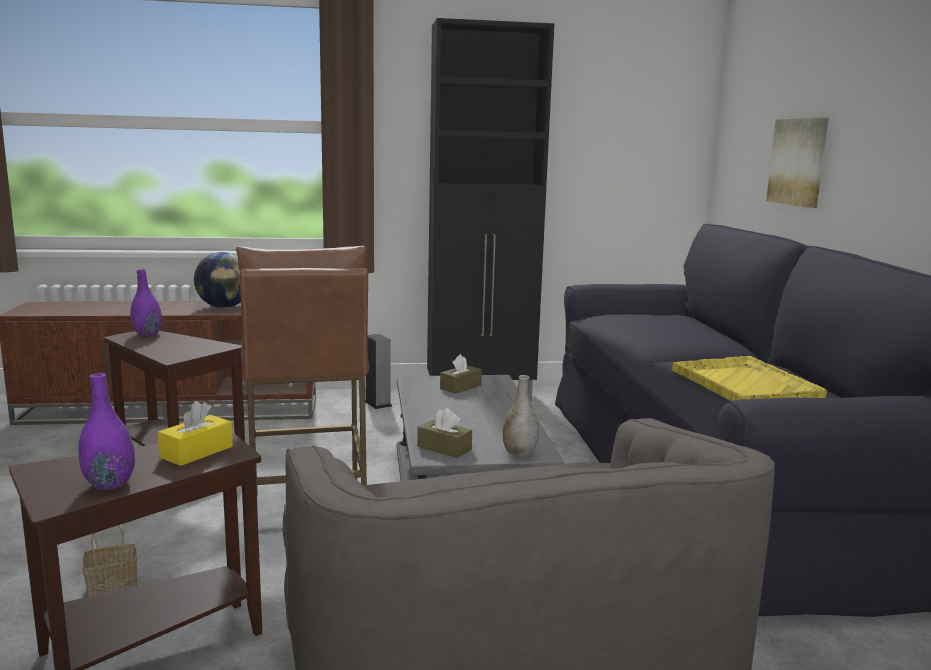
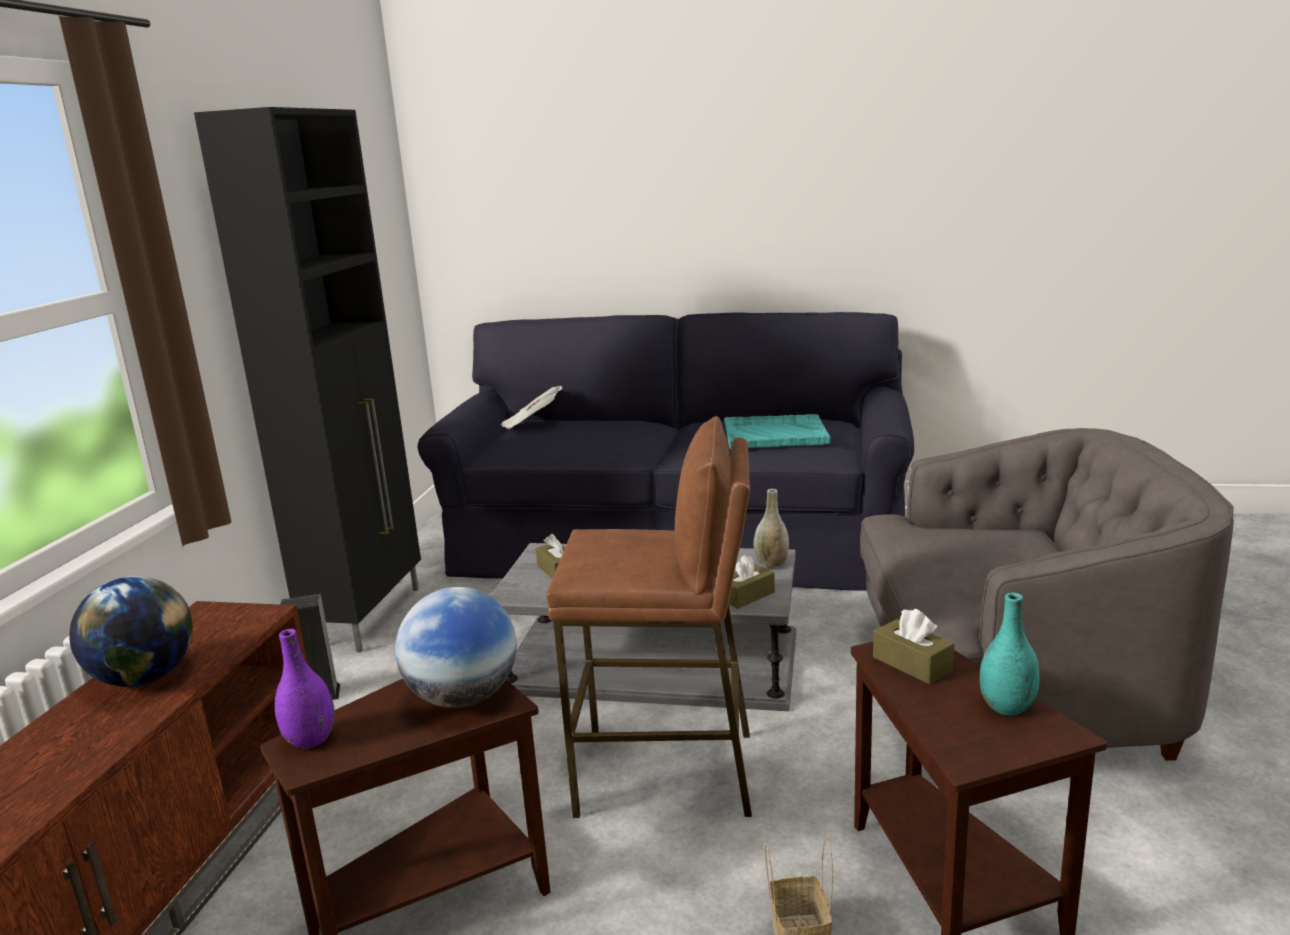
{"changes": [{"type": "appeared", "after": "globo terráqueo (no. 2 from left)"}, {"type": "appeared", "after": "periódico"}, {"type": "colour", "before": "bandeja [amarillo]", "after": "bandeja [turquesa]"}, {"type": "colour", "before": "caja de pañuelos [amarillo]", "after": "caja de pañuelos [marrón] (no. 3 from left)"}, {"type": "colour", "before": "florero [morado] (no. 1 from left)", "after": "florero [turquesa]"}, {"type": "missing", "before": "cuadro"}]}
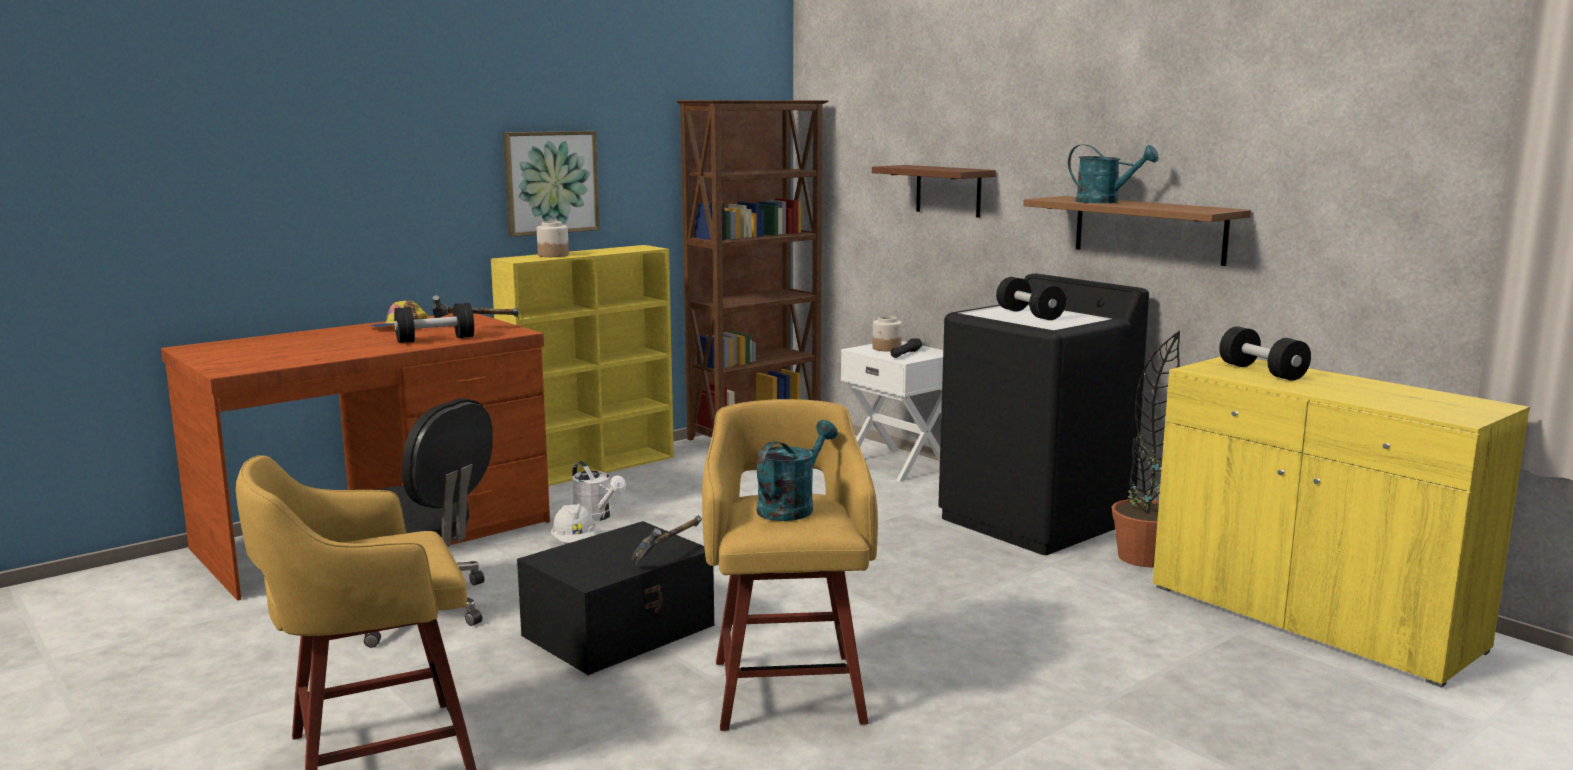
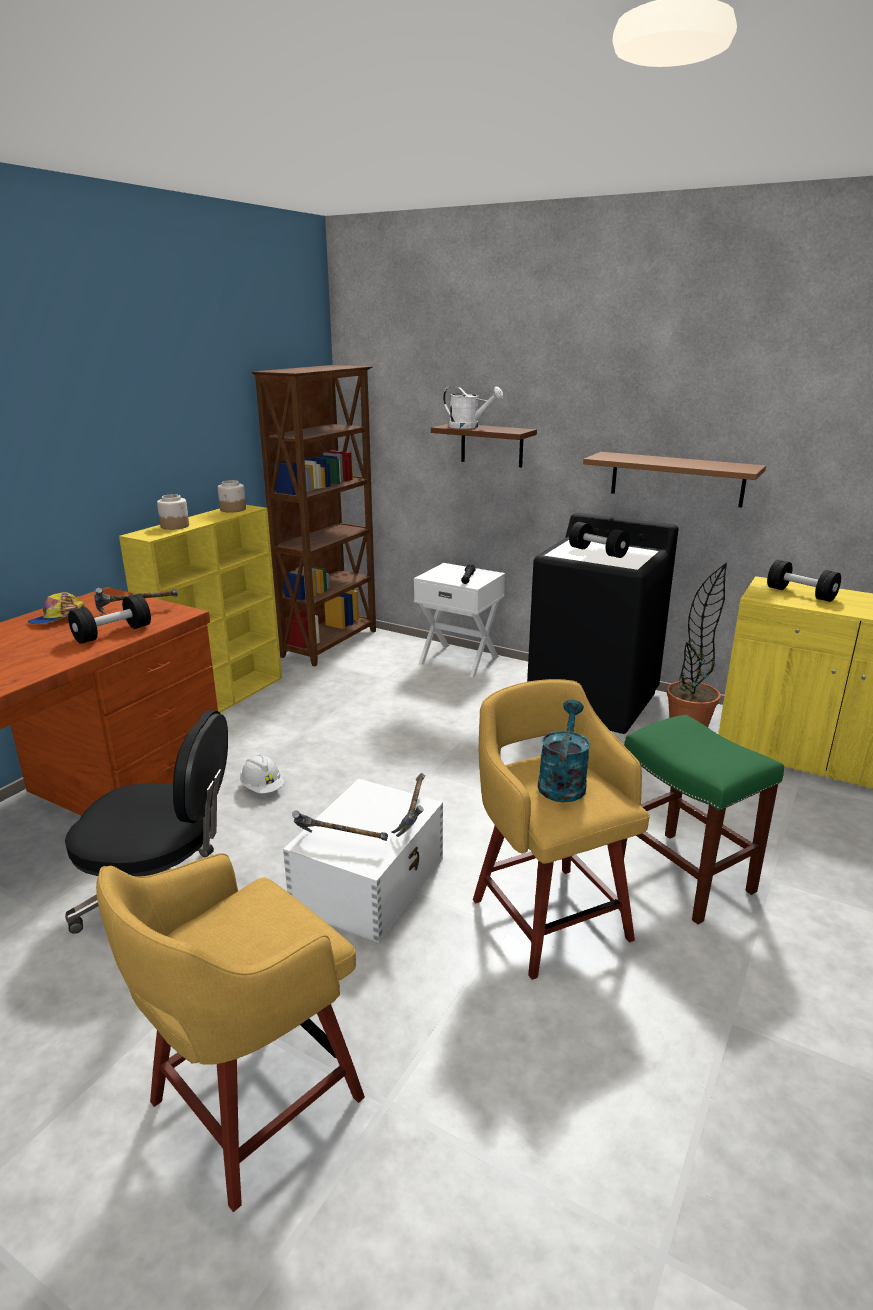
{"changes": [{"type": "relocated", "before": "tarro (no. 2 from left)"}, {"type": "colour", "before": "caja de almacenaje [negro]", "after": "caja de almacenaje [blanco]"}, {"type": "appeared", "after": "martillo (no. 2 from left)"}, {"type": "relocated", "before": "regadera [blanco]"}, {"type": "appeared", "after": "taburete [verde]"}, {"type": "missing", "before": "cuadro"}, {"type": "missing", "before": "regadera [turquesa] (no. 2 from left)"}]}
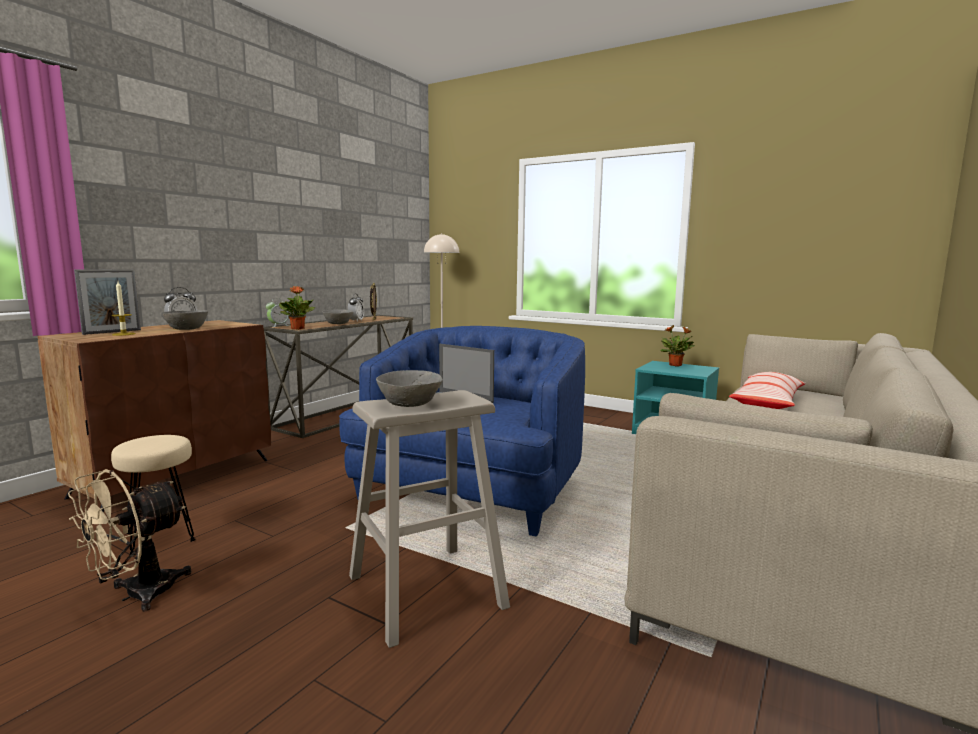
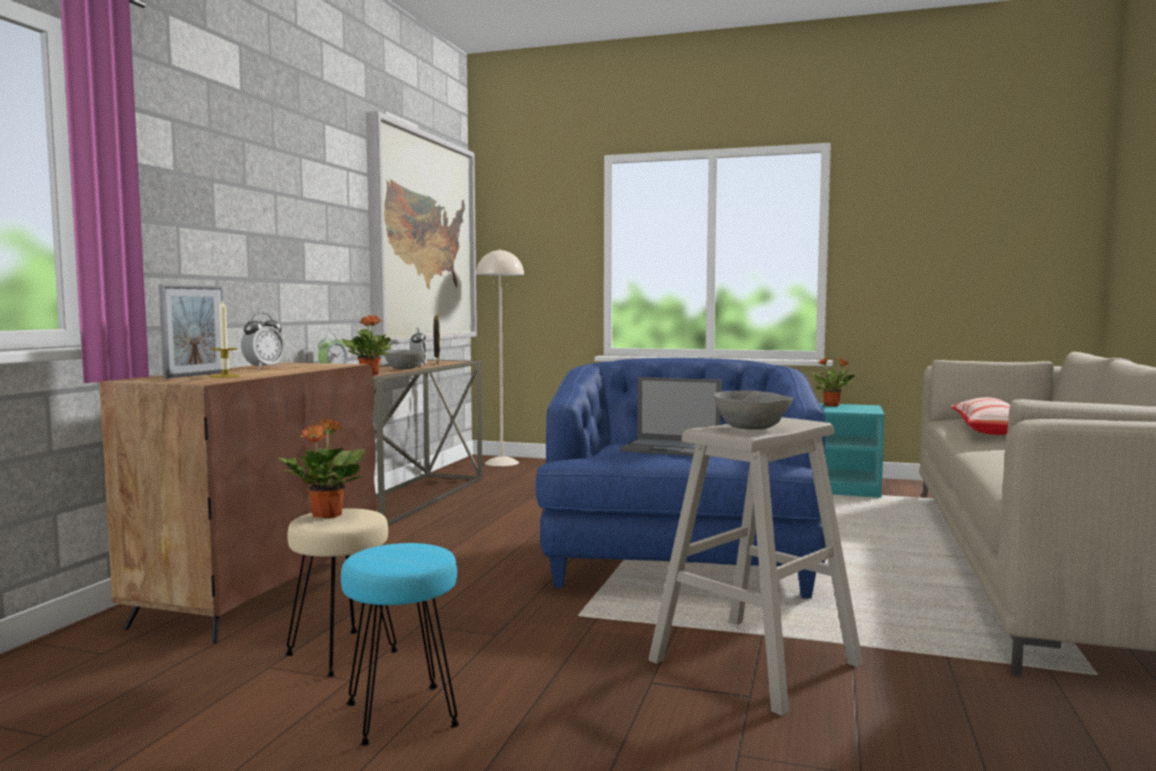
{"changes": [{"type": "appeared", "after": "planta en maceta (no. 1 from left)"}, {"type": "exchanged", "before": "ventilador [beis]", "after": "taburete [turquesa]"}, {"type": "appeared", "after": "cuadro"}, {"type": "missing", "before": "cuenco [gris] (no. 1 from left)"}]}
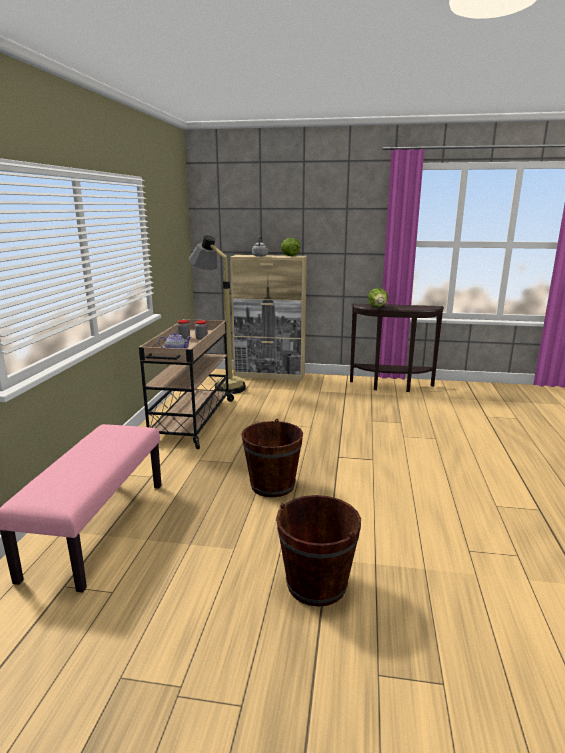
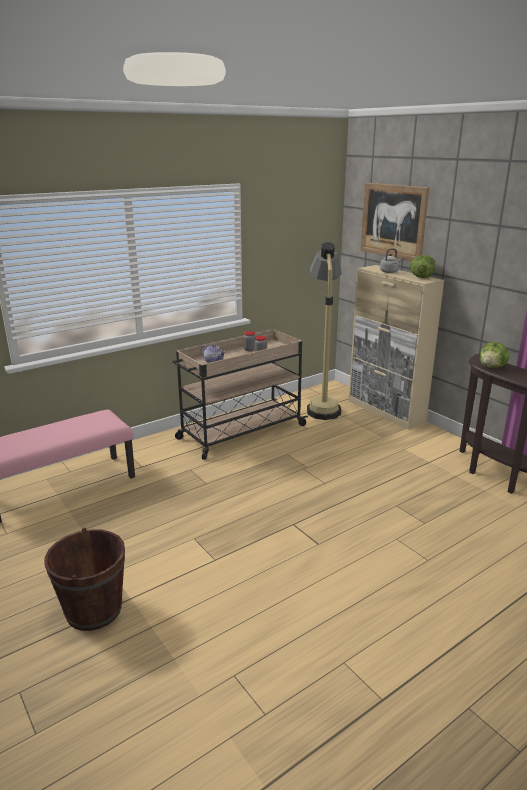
{"changes": [{"type": "appeared", "after": "cuadro"}, {"type": "missing", "before": "cubo [marrón] (no. 1 from left)"}]}
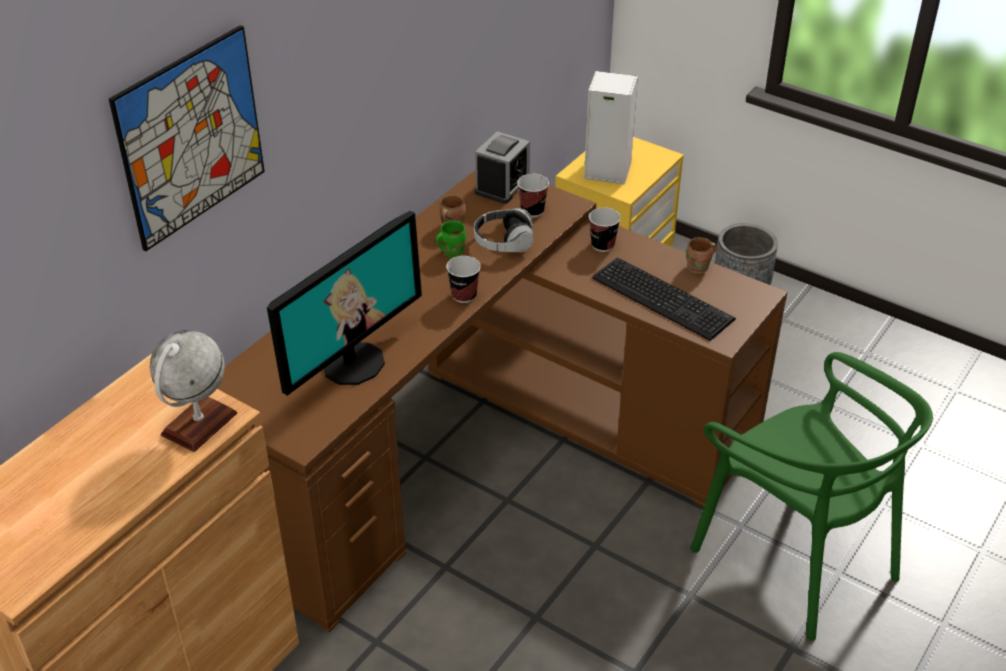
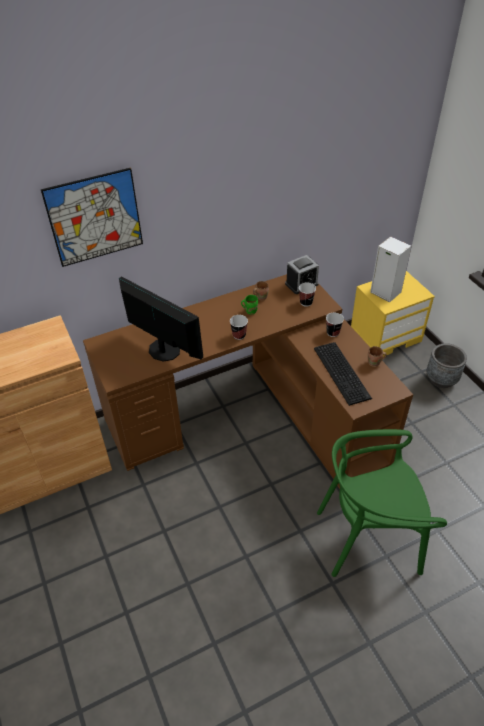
{"changes": [{"type": "spun", "before": "monitor", "turn": -120}, {"type": "spun", "before": "silla [verde]", "turn": 90}, {"type": "missing", "before": "globo terráqueo"}, {"type": "missing", "before": "auriculares"}]}
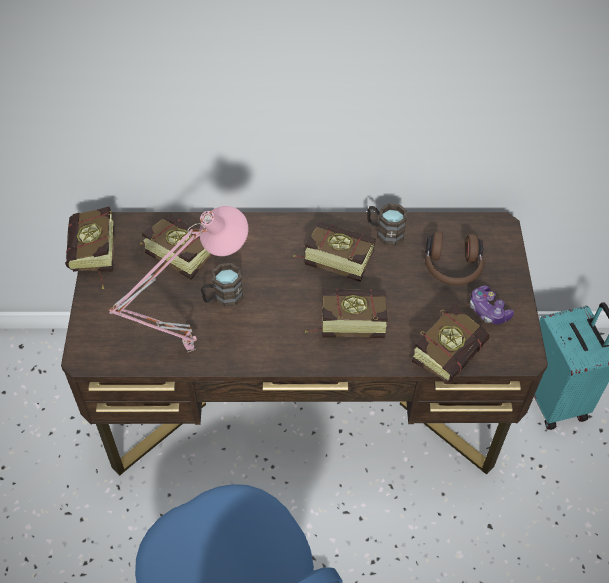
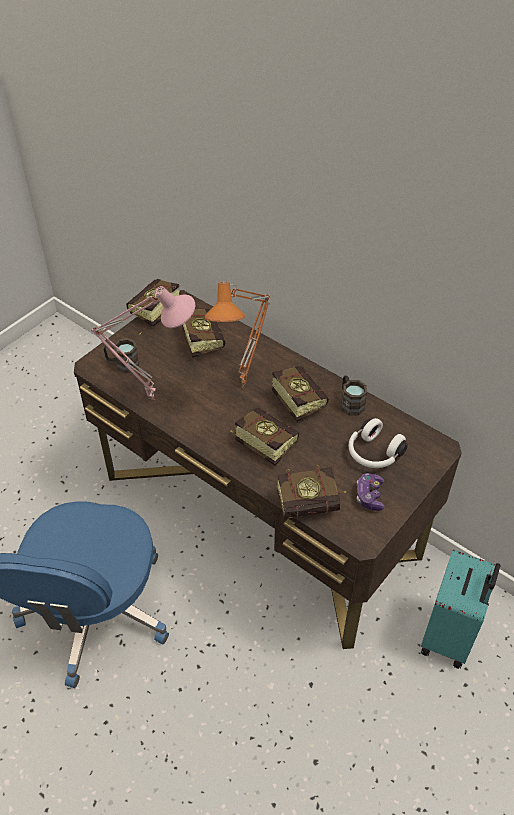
{"changes": [{"type": "relocated", "before": "taza grande [marrón] (no. 1 from left)"}, {"type": "appeared", "after": "lámpara de mesa [naranja]"}, {"type": "colour", "before": "auriculares [marrón]", "after": "auriculares [blanco]"}]}
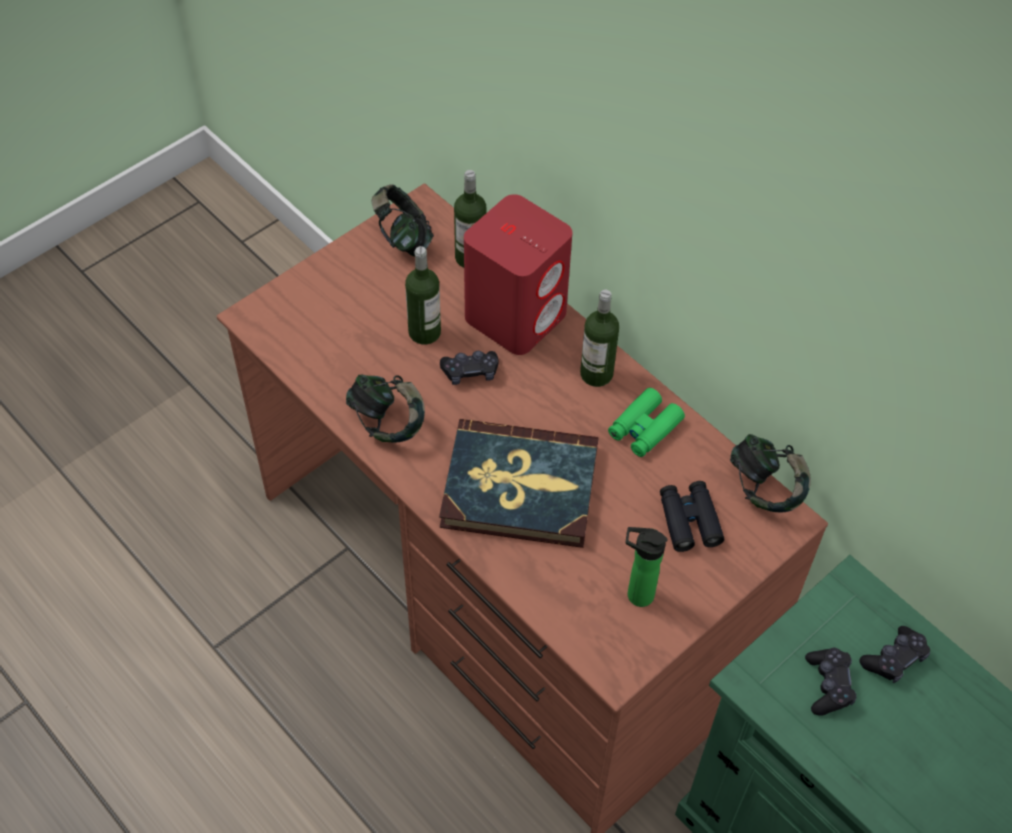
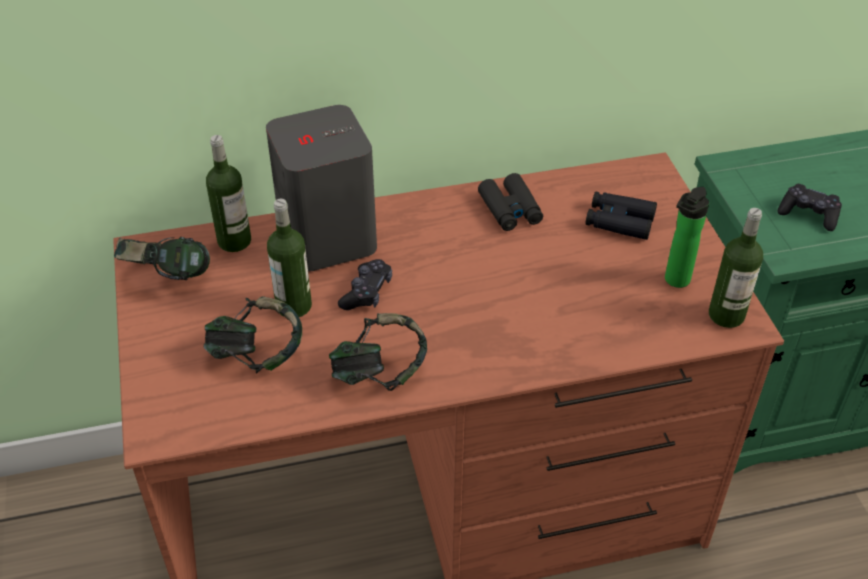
{"changes": [{"type": "relocated", "before": "auriculares (no. 3 from left in the first image)", "after": "auriculares (no. 2 from left)"}, {"type": "colour", "before": "altavoz [rojo]", "after": "altavoz [gris]"}, {"type": "colour", "before": "prismáticos [verde]", "after": "prismáticos [negro] (no. 1 from left)"}, {"type": "relocated", "before": "botella (no. 3 from left in the first image)", "after": "botella (no. 4 from left)"}, {"type": "missing", "before": "libro"}, {"type": "missing", "before": "mando de consola [negro] (no. 3 from left)"}]}
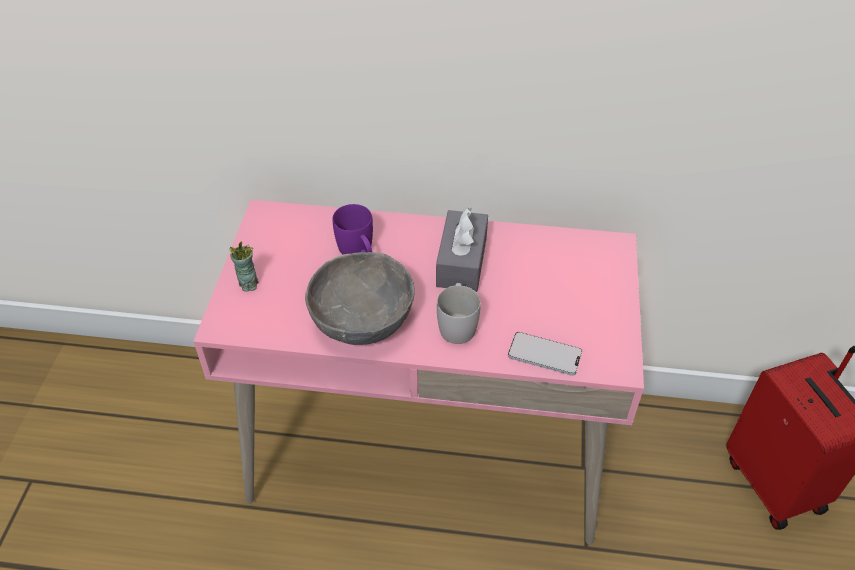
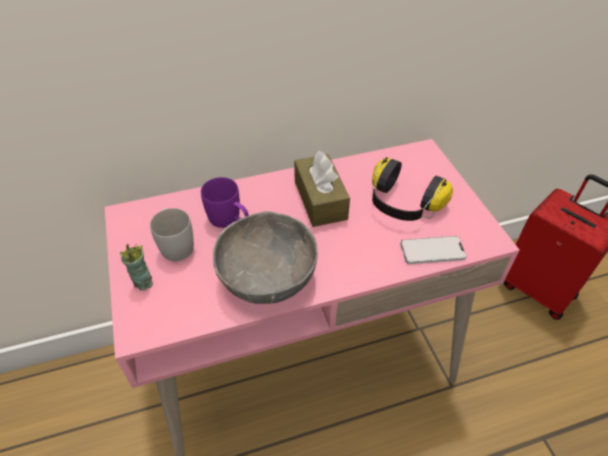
{"changes": [{"type": "relocated", "before": "taza grande [blanco]"}, {"type": "colour", "before": "caja de pañuelos [gris]", "after": "caja de pañuelos [marrón]"}, {"type": "appeared", "after": "auriculares"}]}
